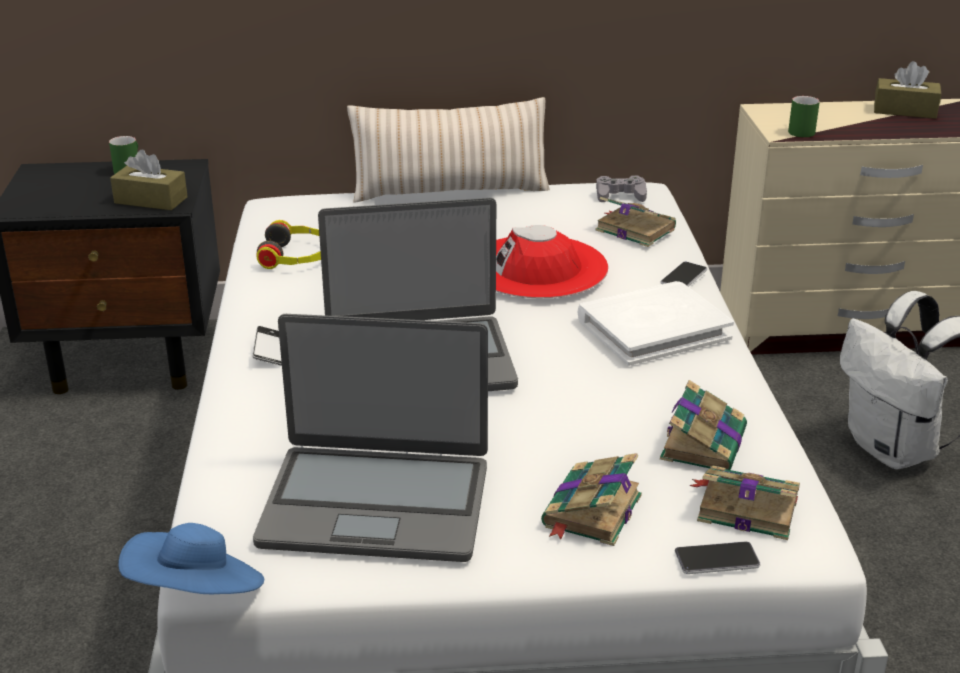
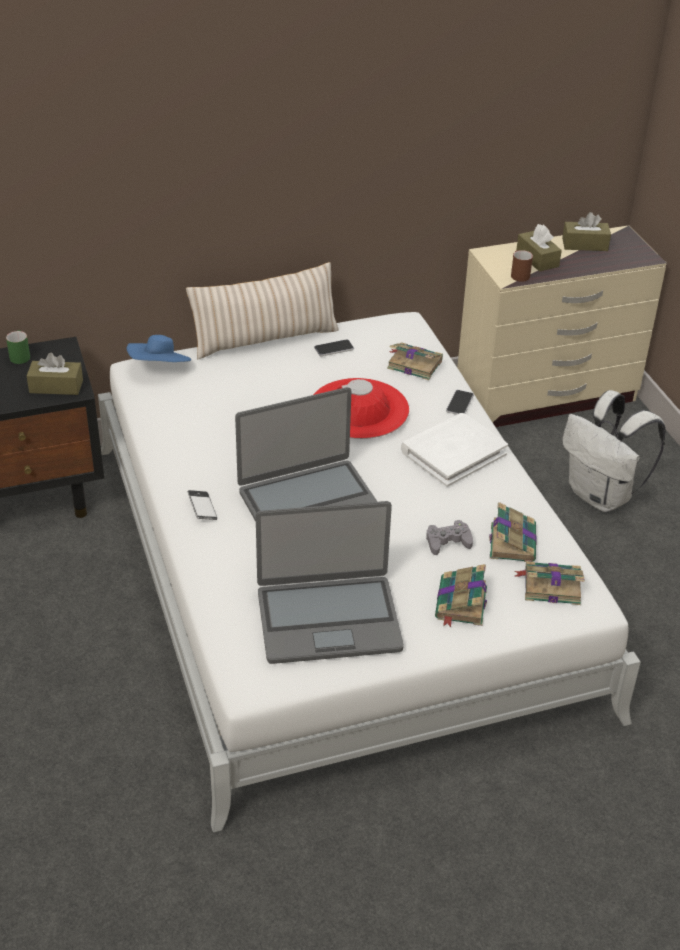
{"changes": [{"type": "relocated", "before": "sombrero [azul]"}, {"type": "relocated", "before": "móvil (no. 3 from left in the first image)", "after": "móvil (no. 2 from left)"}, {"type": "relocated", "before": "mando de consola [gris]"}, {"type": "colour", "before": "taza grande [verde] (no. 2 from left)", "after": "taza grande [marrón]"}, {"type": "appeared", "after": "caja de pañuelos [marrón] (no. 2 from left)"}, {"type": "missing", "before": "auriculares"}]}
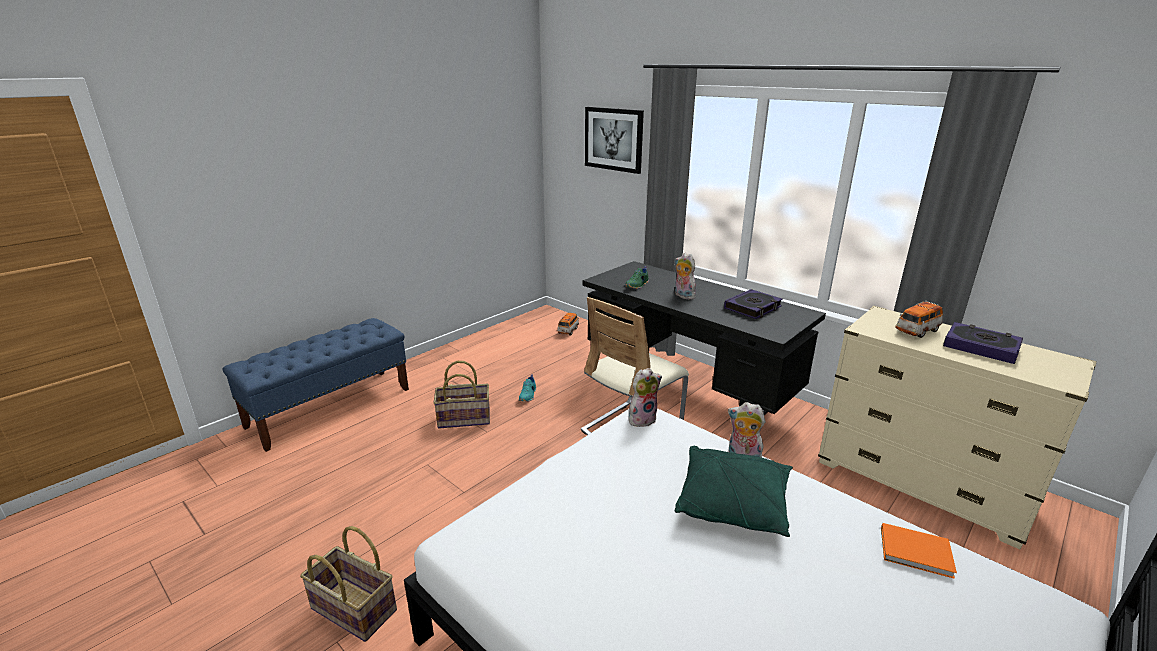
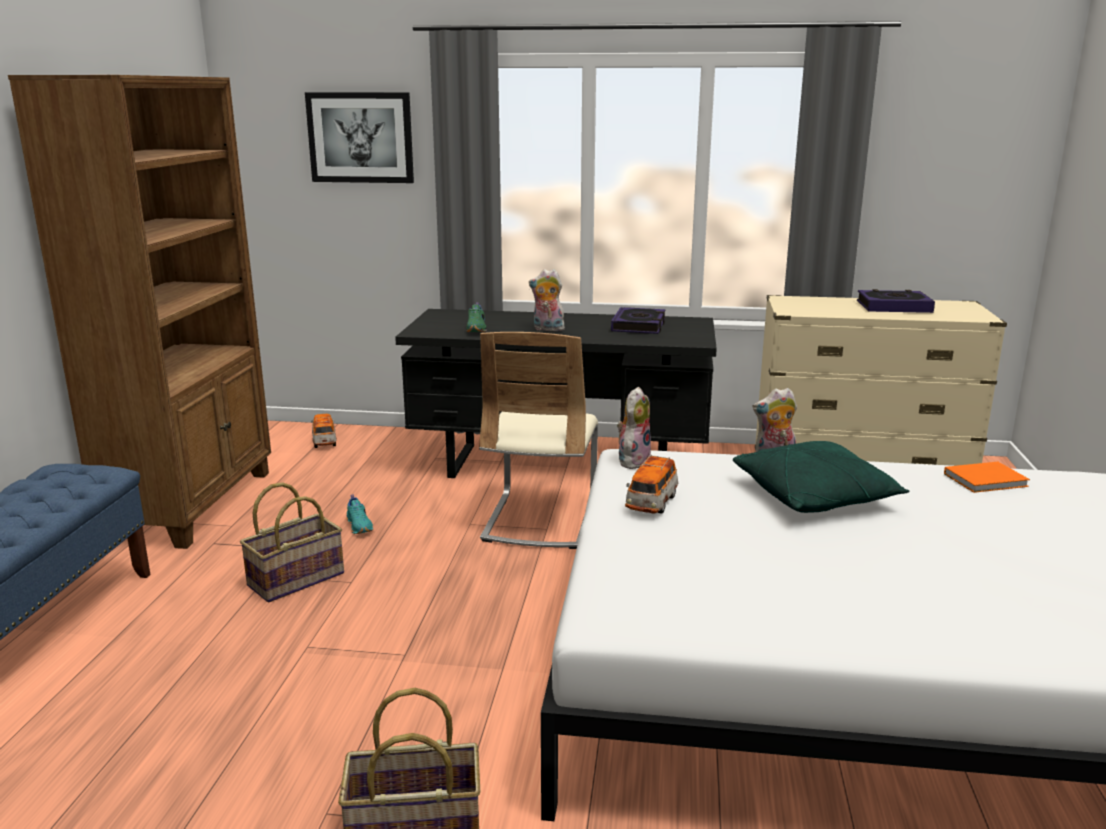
{"changes": [{"type": "appeared", "after": "estantería [marrón]"}, {"type": "relocated", "before": "coche de juguete (no. 2 from left)"}]}
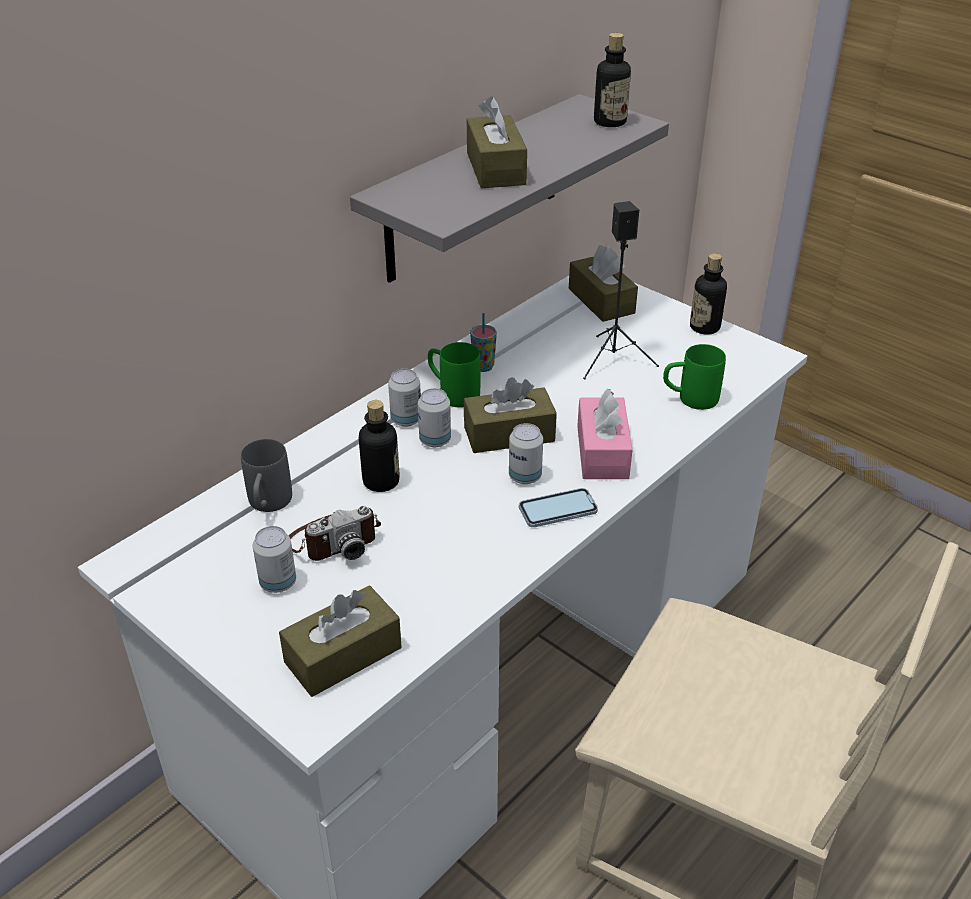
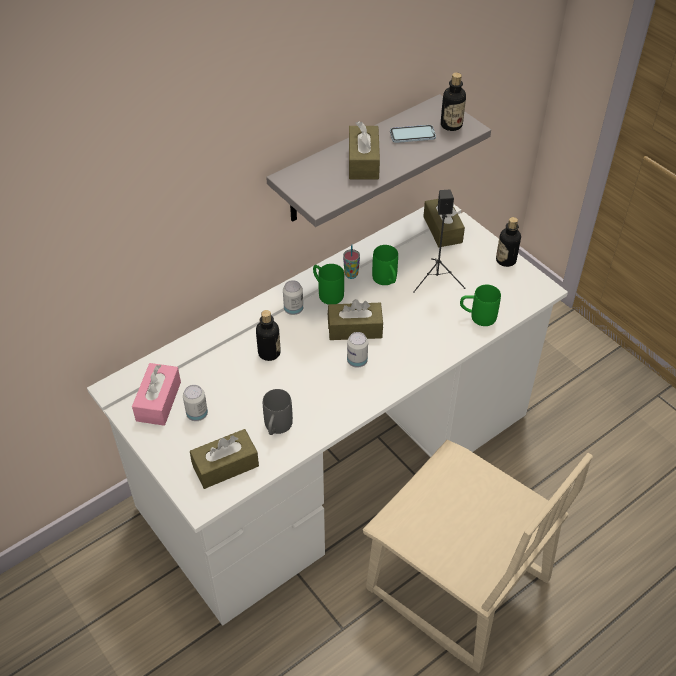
{"changes": [{"type": "relocated", "before": "caja de pañuelos [rosa]"}, {"type": "relocated", "before": "taza grande [gris]"}, {"type": "appeared", "after": "taza grande [verde] (no. 2 from left)"}, {"type": "relocated", "before": "móvil"}, {"type": "missing", "before": "cámara"}, {"type": "missing", "before": "lata (no. 3 from left)"}]}
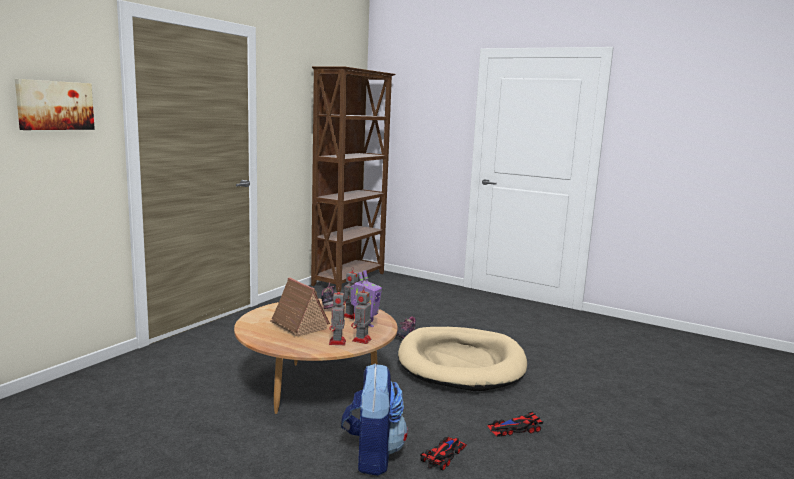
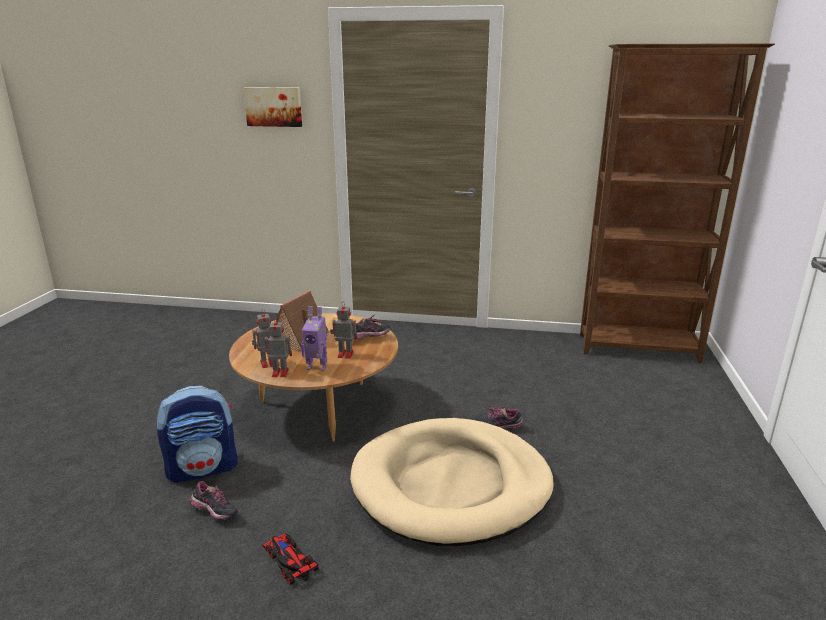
{"changes": [{"type": "exchanged", "before": "coche de juguete (no. 1 from left)", "after": "zapato (no. 1 from left)"}]}
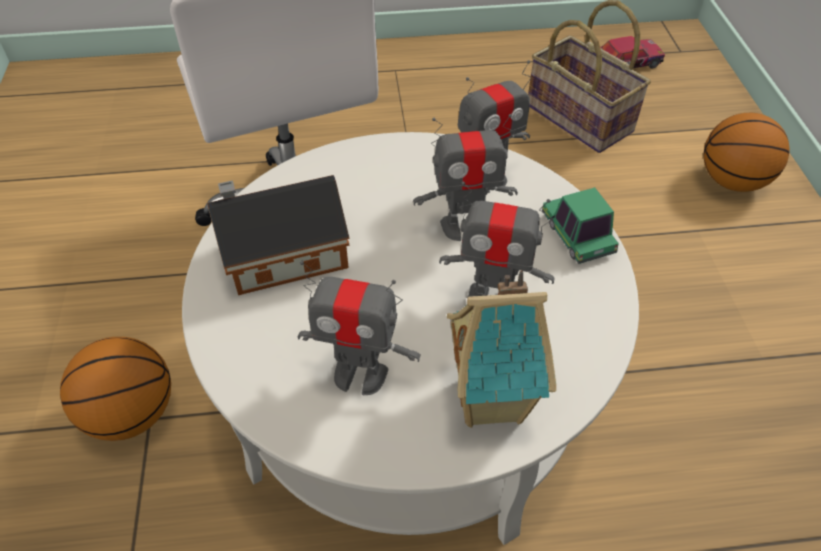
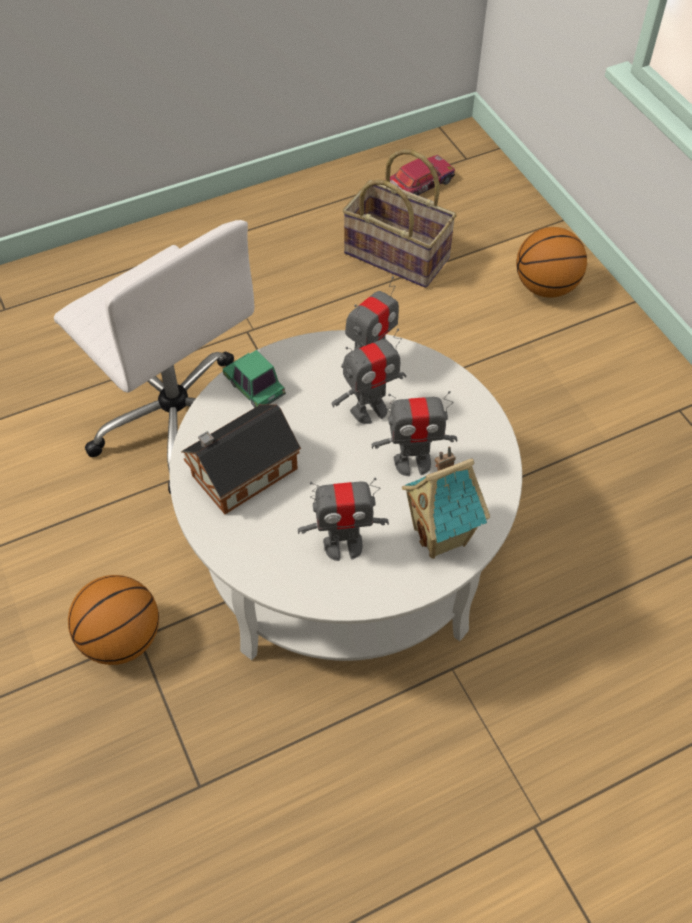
{"changes": [{"type": "relocated", "before": "coche de juguete (no. 1 from left)"}]}
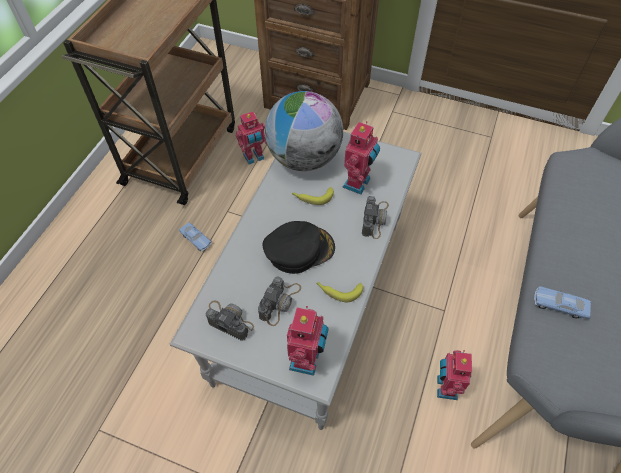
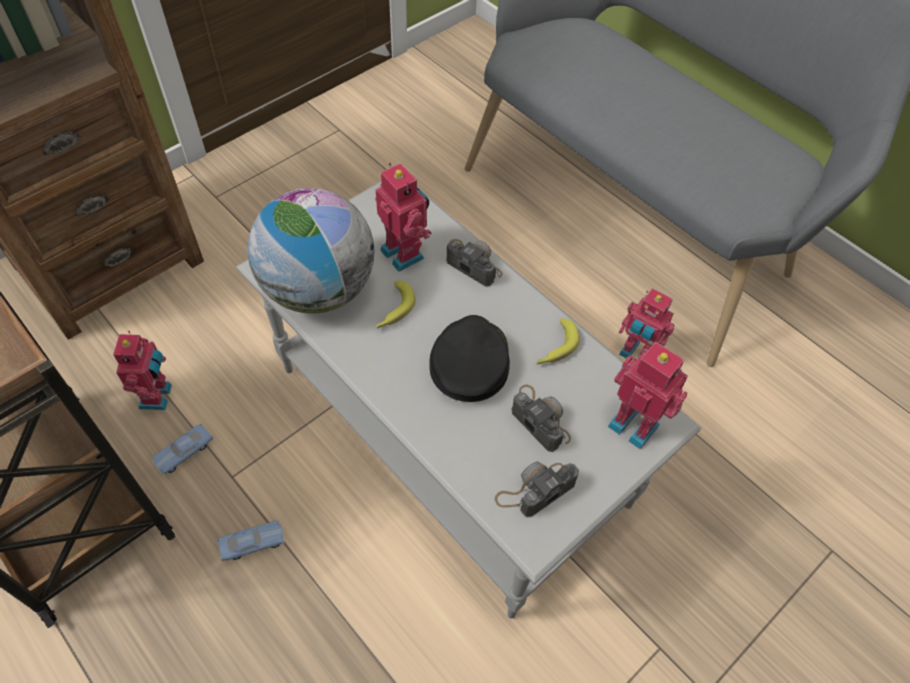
{"changes": [{"type": "relocated", "before": "coche de juguete [azul] (no. 2 from left in the first image)", "after": "coche de juguete [azul] (no. 1 from left)"}]}
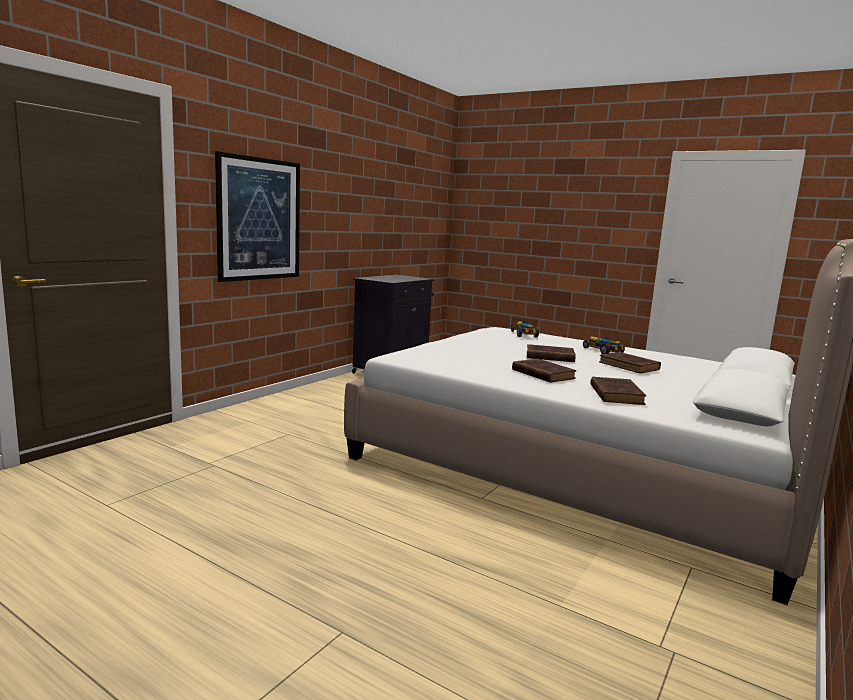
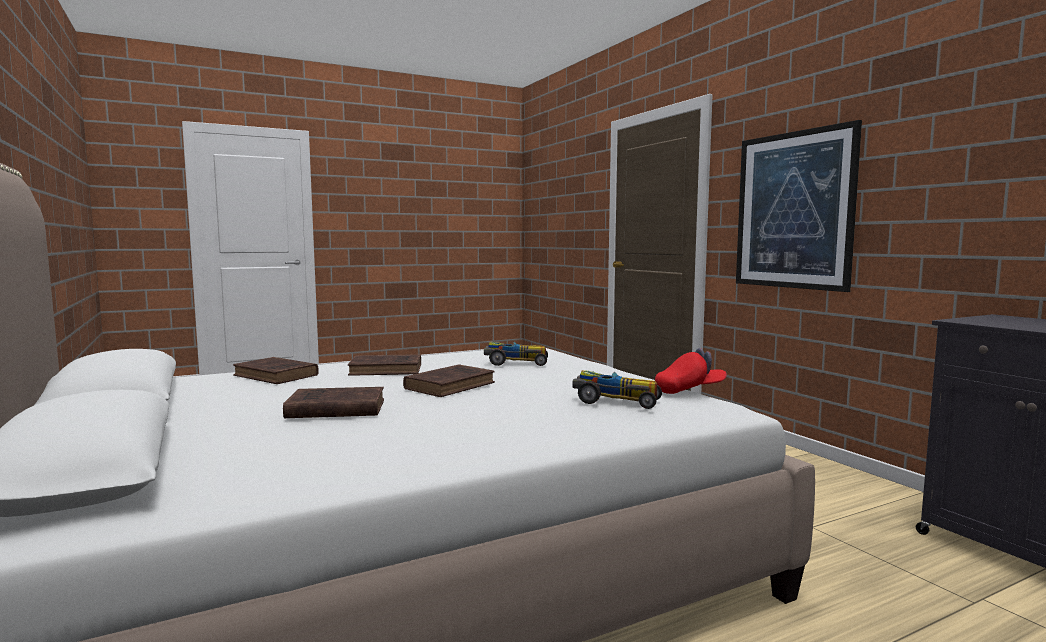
{"changes": [{"type": "relocated", "before": "coche de juguete (no. 2 from left in the first image)", "after": "coche de juguete (no. 1 from left)"}, {"type": "appeared", "after": "gorra [rojo]"}]}
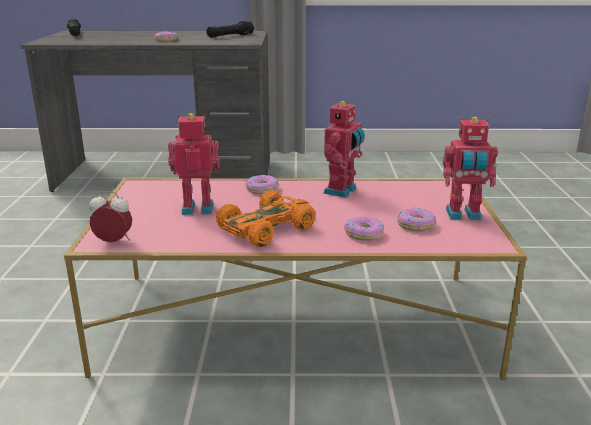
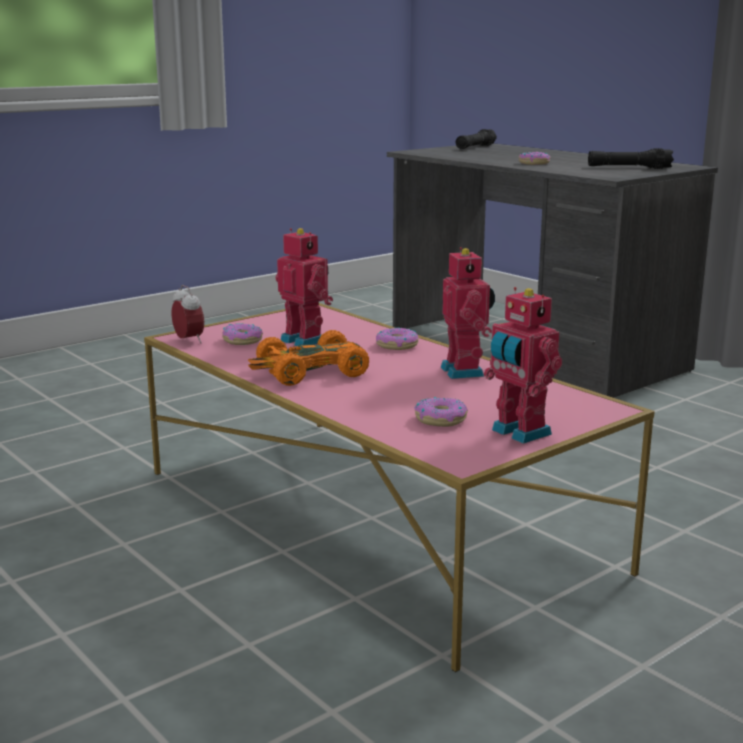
{"changes": [{"type": "relocated", "before": "rosquilla (no. 3 from left in the first image)", "after": "rosquilla (no. 1 from left)"}, {"type": "spun", "before": "coche de juguete [naranja]", "turn": 150}, {"type": "spun", "before": "robot de juguete (no. 2 from left)", "turn": -90}]}
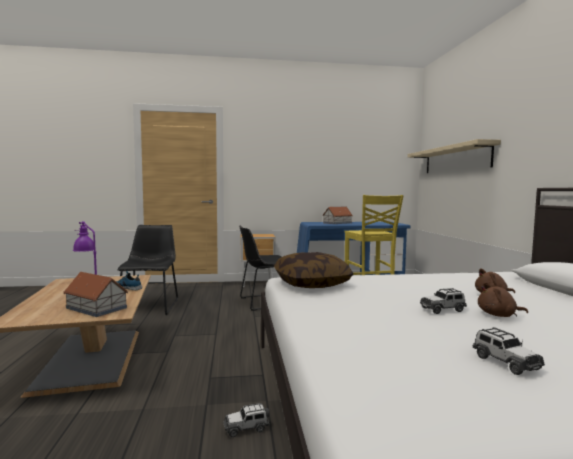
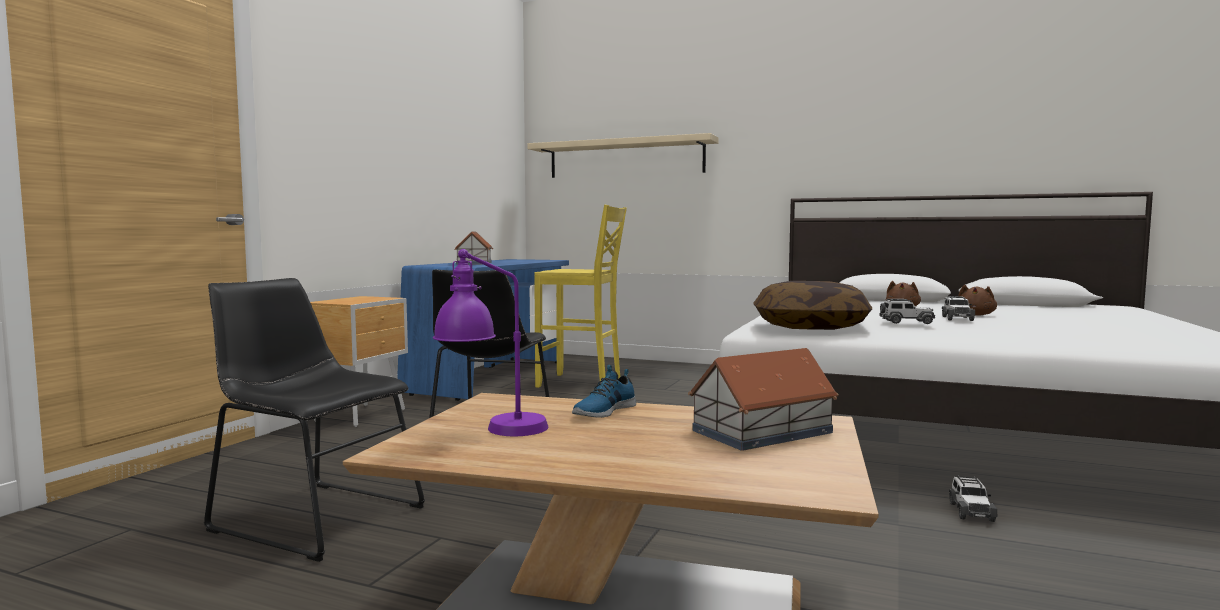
{"changes": [{"type": "relocated", "before": "coche de juguete (no. 3 from left in the first image)", "after": "coche de juguete (no. 1 from left)"}]}
